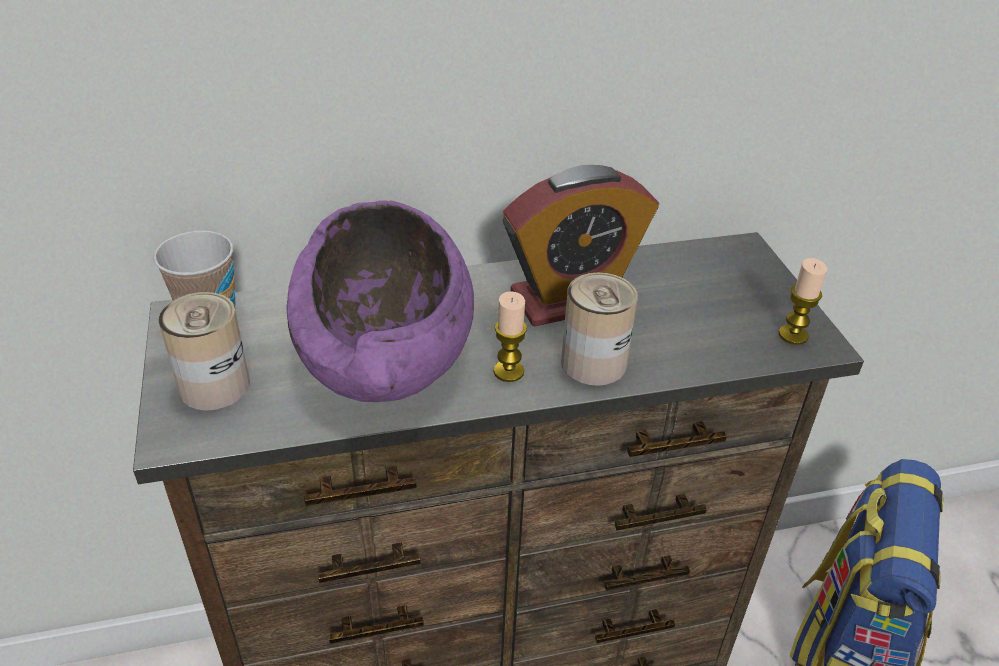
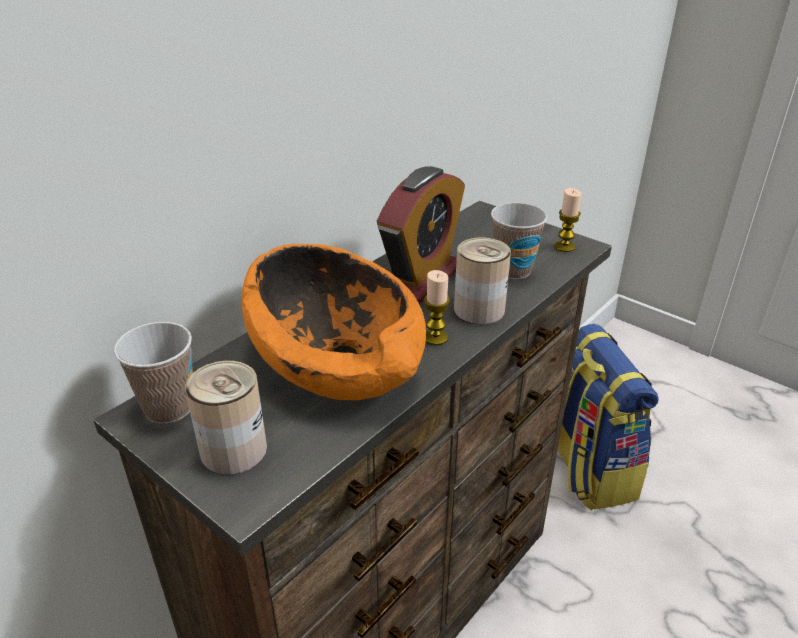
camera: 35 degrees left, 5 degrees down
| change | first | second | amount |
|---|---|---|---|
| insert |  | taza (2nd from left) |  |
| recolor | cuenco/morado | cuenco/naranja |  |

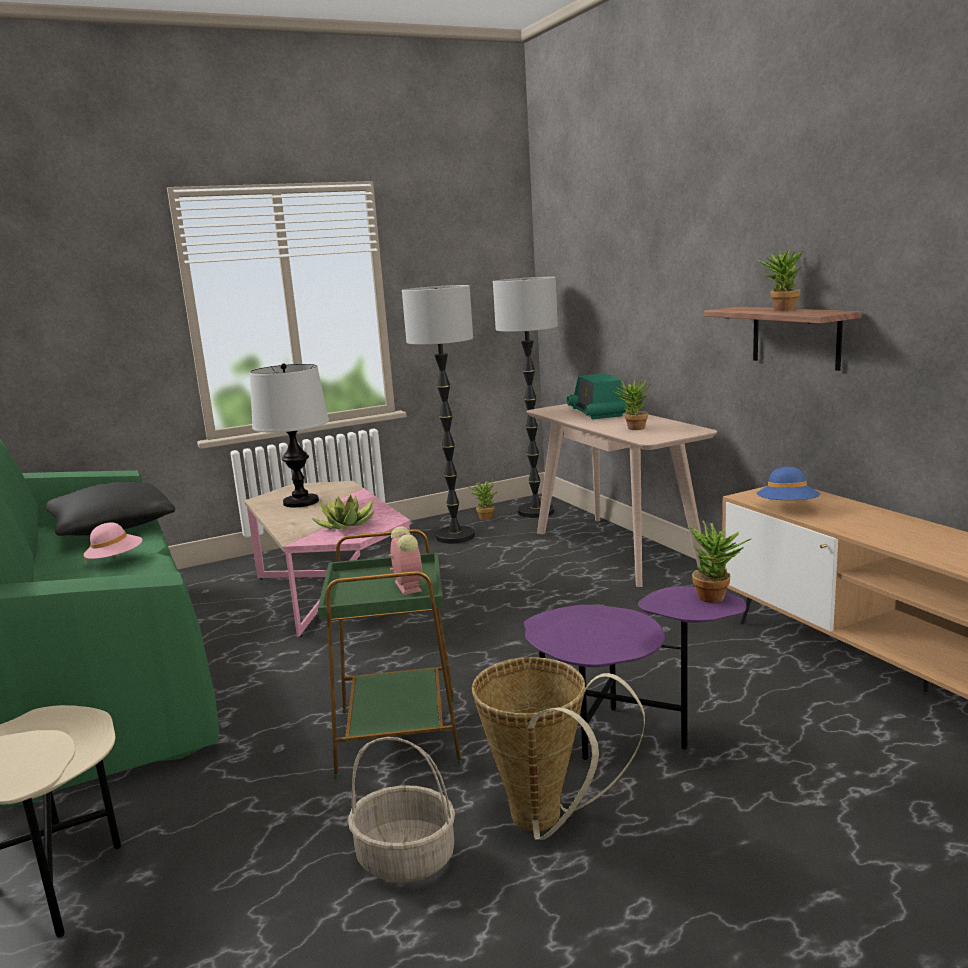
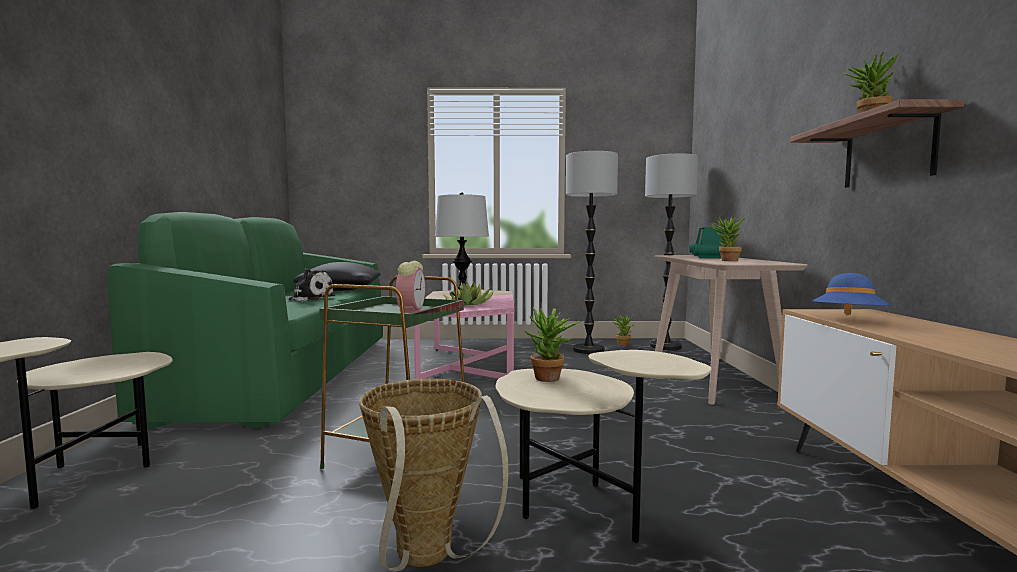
camera: 25 degrees right, 10 degrees down
| change | first | second | amount |
|---|---|---|---|
| delete | cesta (1st from left) |  |  |
| move | planta en maceta (4th from left in the first image) | planta en maceta (2nd from left) |  |
| replace | sombrero/rosa | peluche |  |
| recolor | mesa auxiliar/morado | mesa auxiliar/beis (2nd from left) |  |

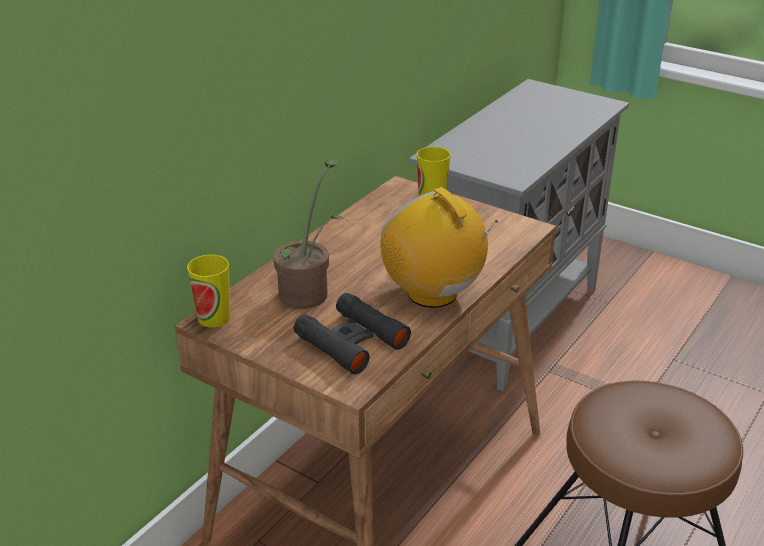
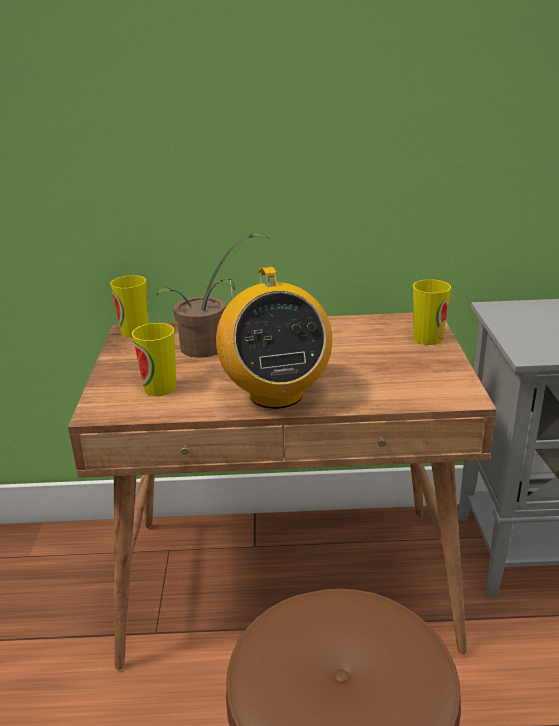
camera: 55 degrees right, 5 degrees down
| change | first | second | amount |
|---|---|---|---|
| replace | prismáticos/negro | taza (2nd from left) |  |
| rotate | radio |  | 150 degrees clockwise |

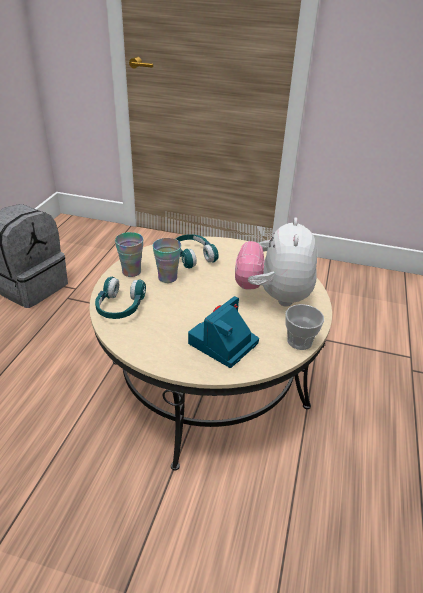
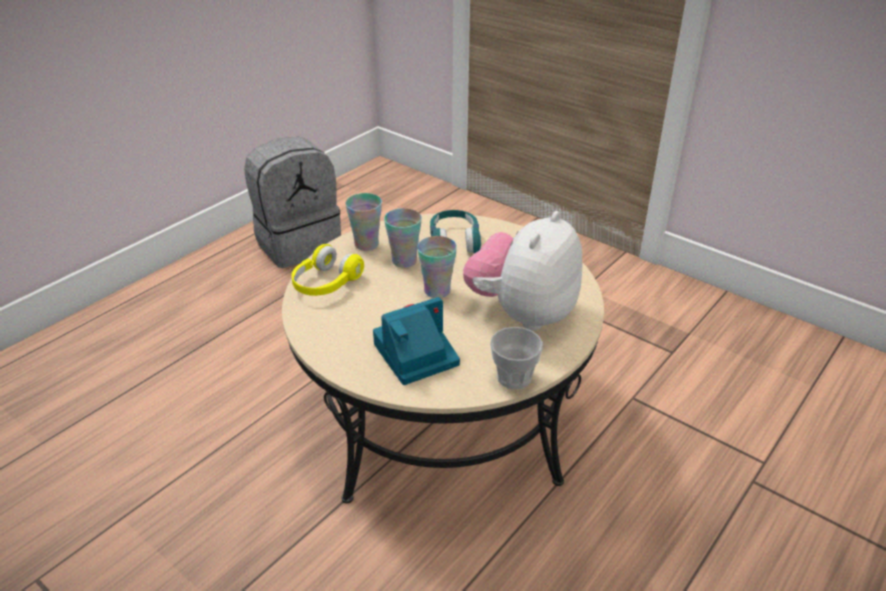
camera: 25 degrees right, 0 degrees up
| change | first | second | amount |
|---|---|---|---|
| insert |  | taza (3rd from left) |  |
| recolor | auriculares/turquesa (1st from left) | auriculares/amarillo |  |

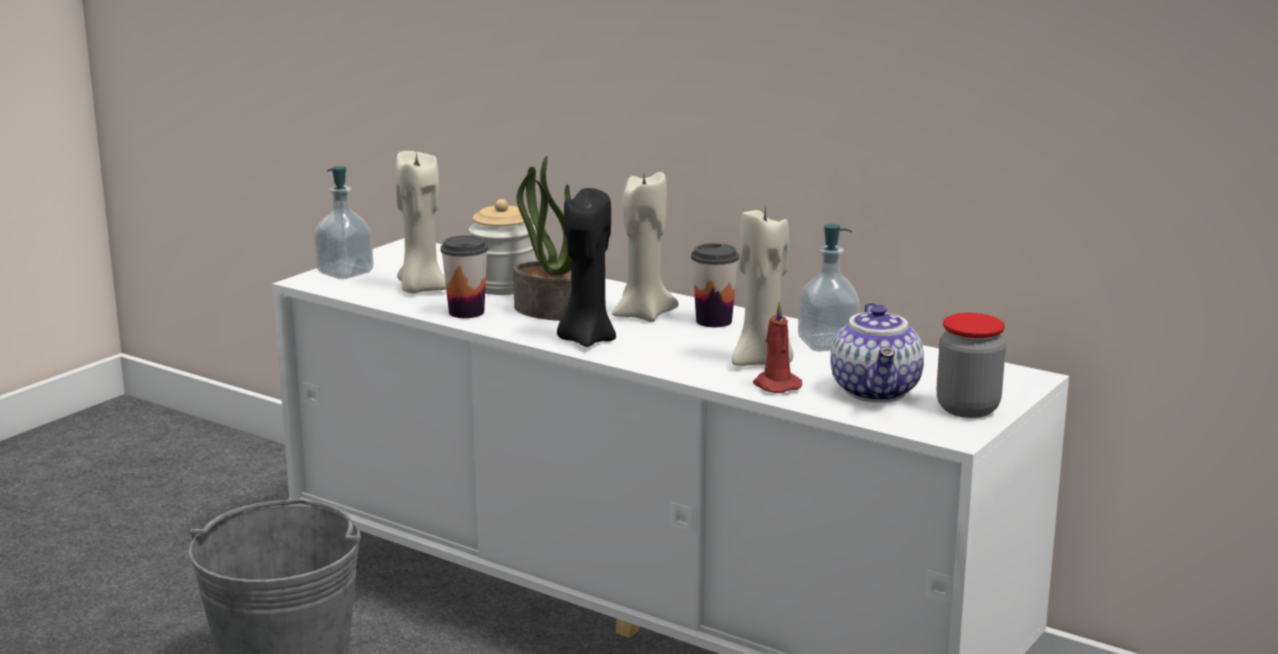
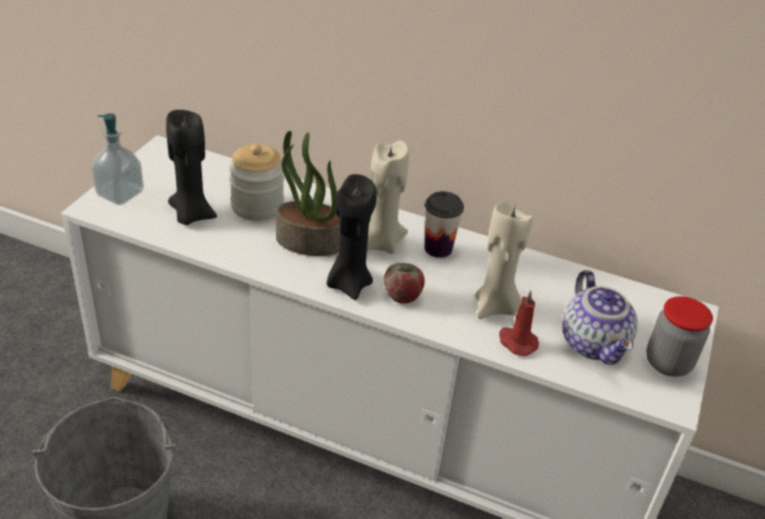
camera: 15 degrees left, 20 degrees up
| change | first | second | amount |
|---|---|---|---|
| delete | taza (1st from left) |  |  |
| delete | dispensador de jabón (2nd from left) |  |  |
| insert |  | manzana |  |
| recolor | vela/beis (1st from left) | vela/negro (1st from left) |  |

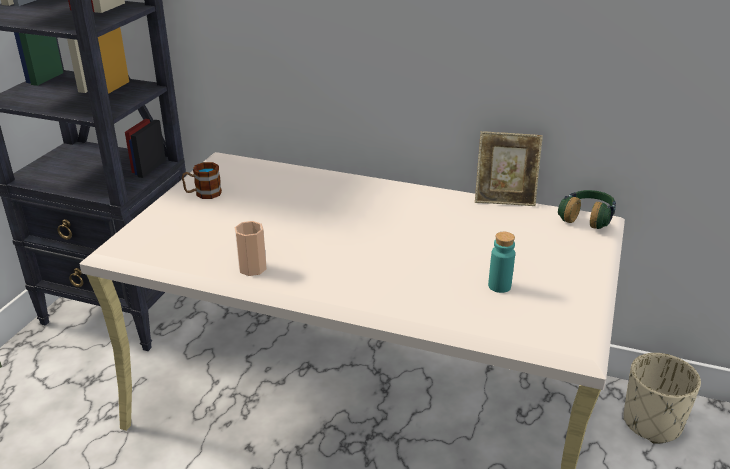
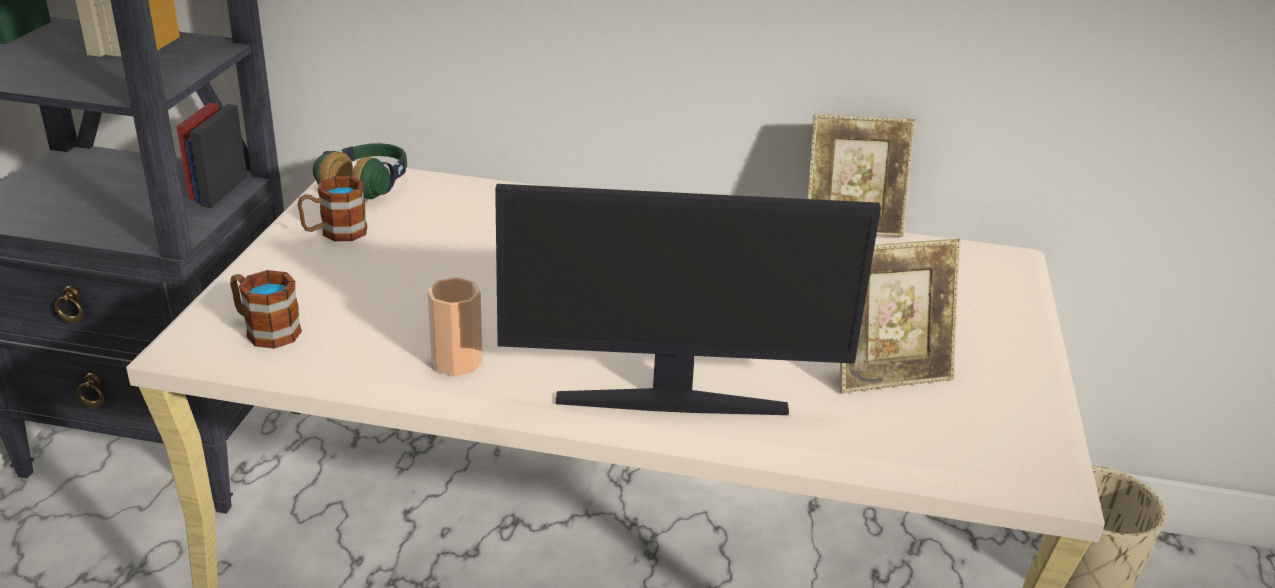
camera: 10 degrees left, 0 degrees up
| change | first | second | amount |
|---|---|---|---|
| insert |  | taza grande (1st from left) |  |
| insert |  | monitor |  |
| move | auriculares |  |  |
| replace | botella/turquesa | portarretratos (2nd from left) |  |

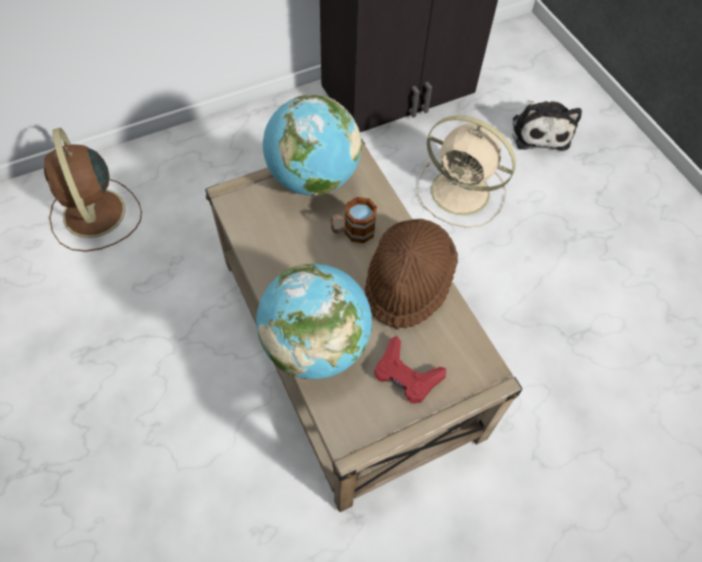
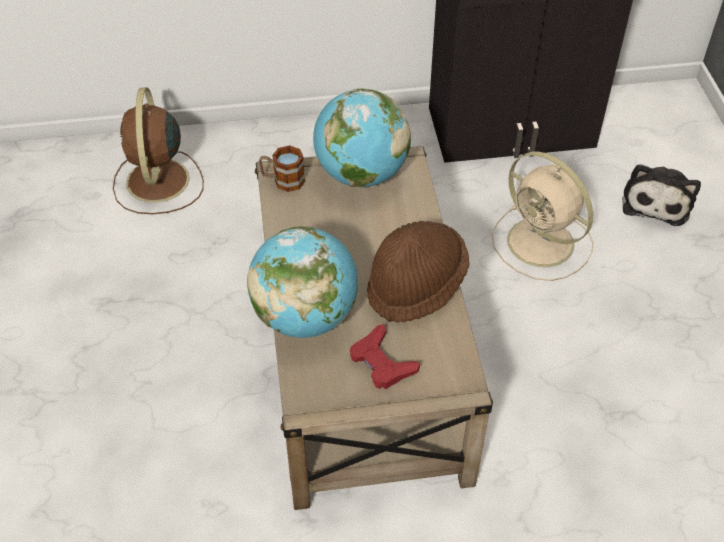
camera: 20 degrees right, 10 degrees down
| change | first | second | amount |
|---|---|---|---|
| move | taza grande |  |  |

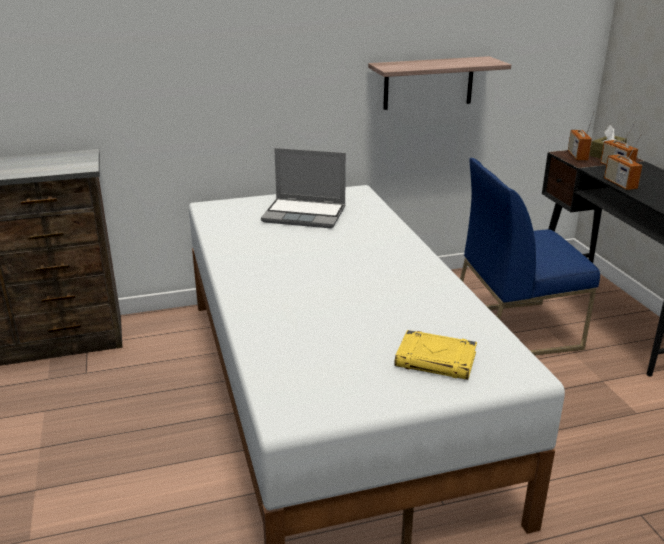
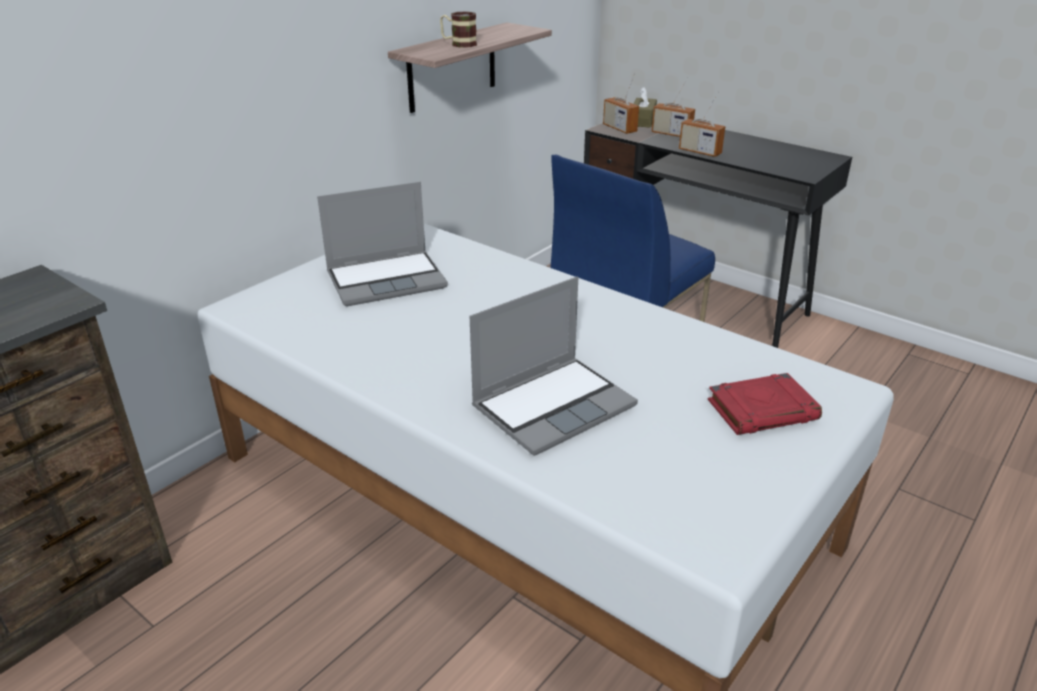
camera: 35 degrees left, 5 degrees up
| change | first | second | amount |
|---|---|---|---|
| insert |  | taza grande |  |
| insert |  | portátil (2nd from left) |  |
| recolor | libro/amarillo | libro/rojo |  |

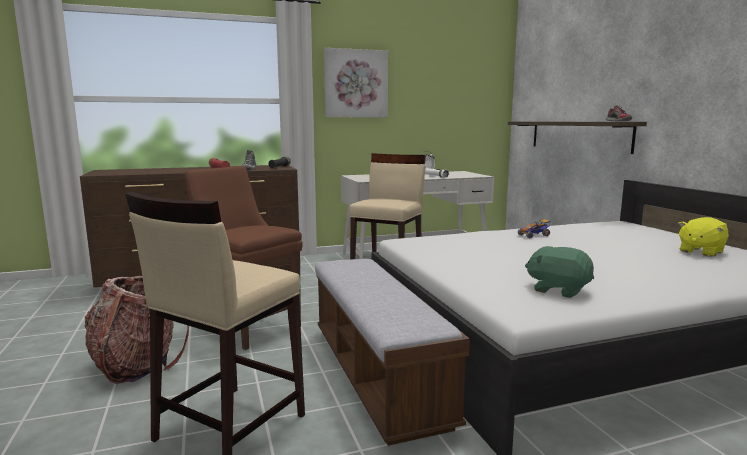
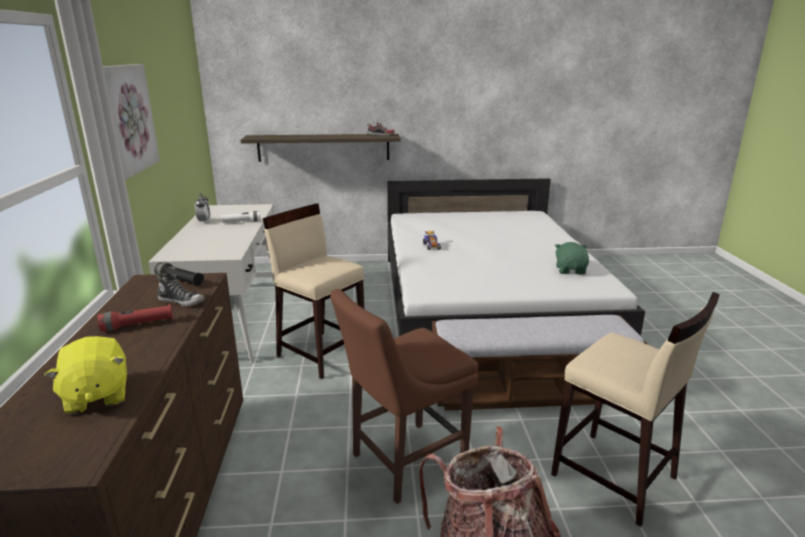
camera: 75 degrees left, 10 degrees up
| change | first | second | amount |
|---|---|---|---|
| move | peluche/amarillo |  |  |
| rotate | peluche/verde |  | 135 degrees clockwise |

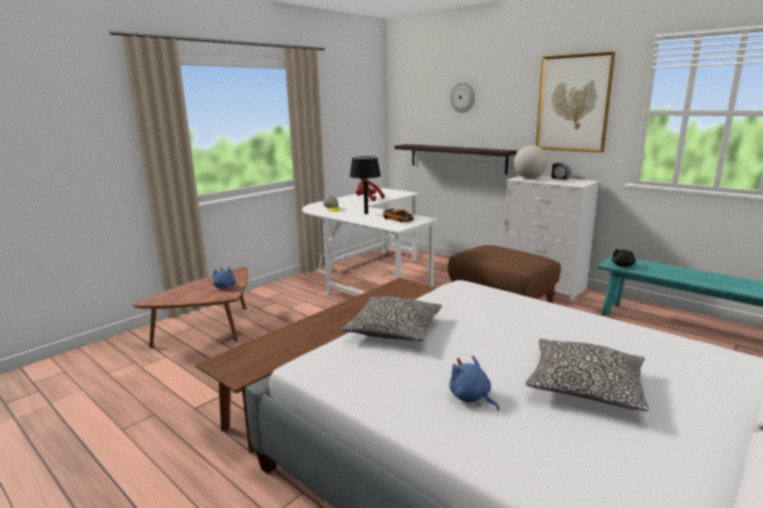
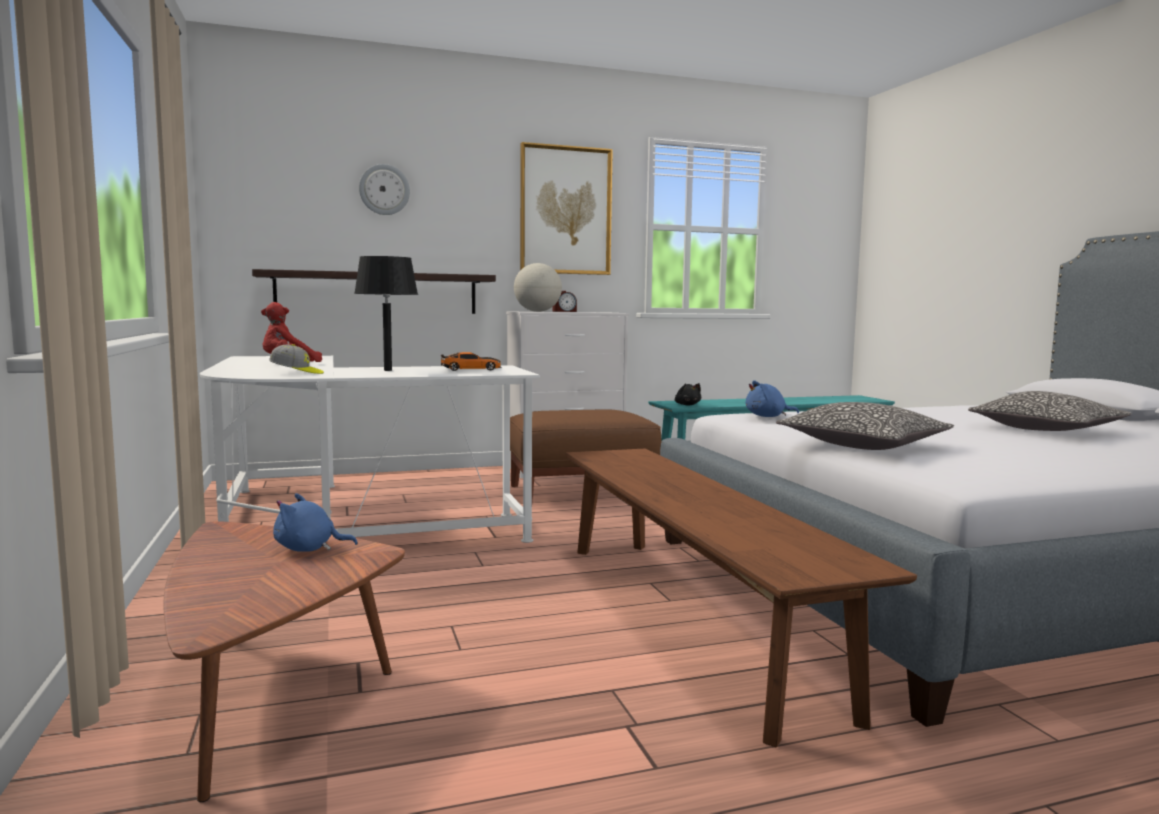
camera: 60 degrees left, 10 degrees down
| change | first | second | amount |
|---|---|---|---|
| move | peluche/azul (2nd from left) |  |  |

